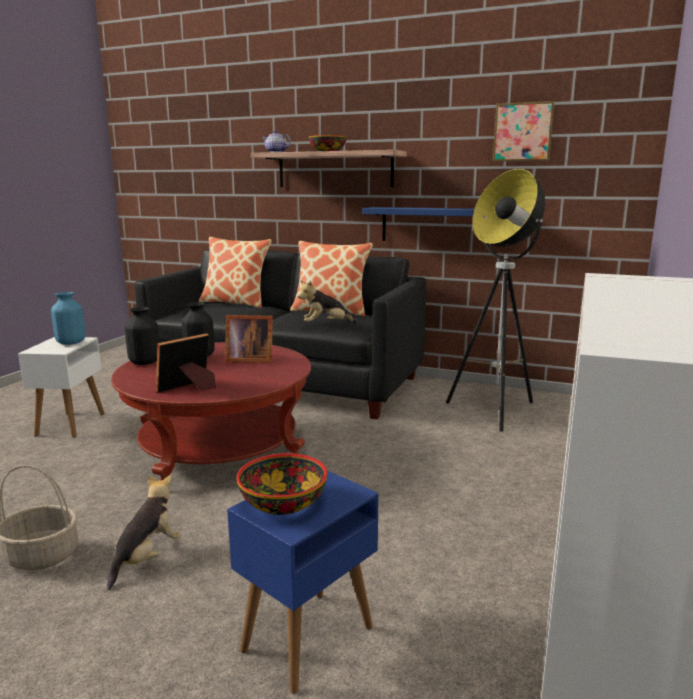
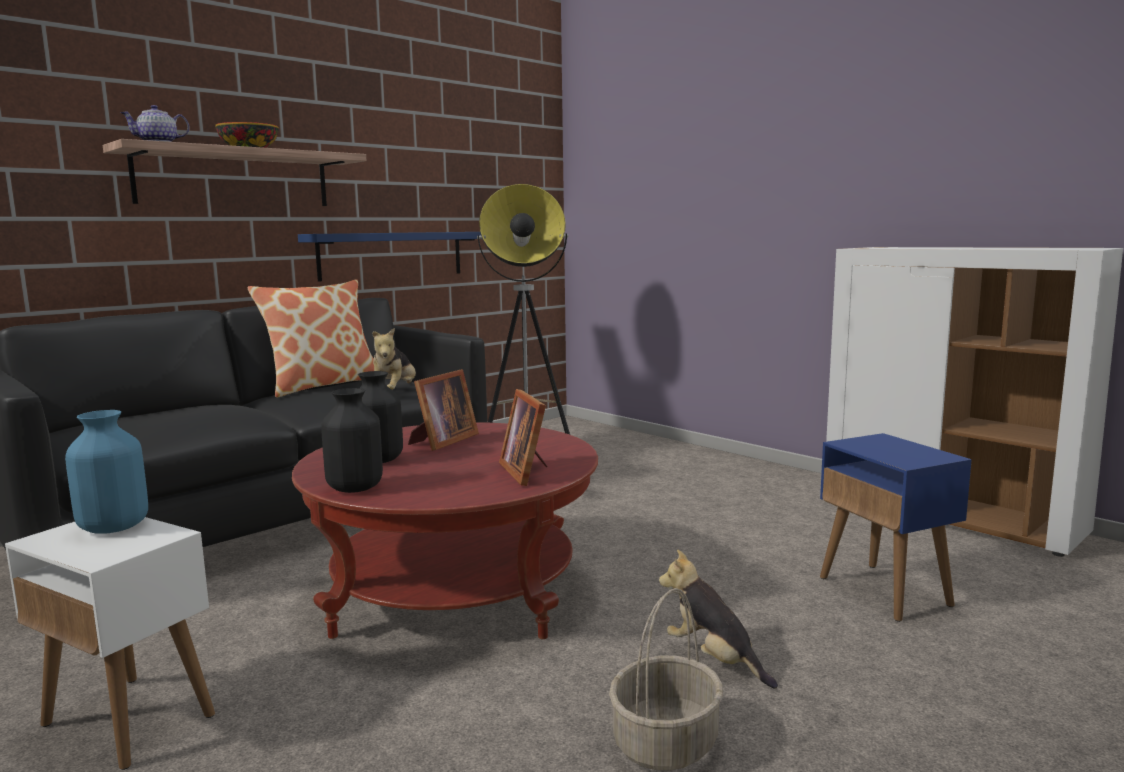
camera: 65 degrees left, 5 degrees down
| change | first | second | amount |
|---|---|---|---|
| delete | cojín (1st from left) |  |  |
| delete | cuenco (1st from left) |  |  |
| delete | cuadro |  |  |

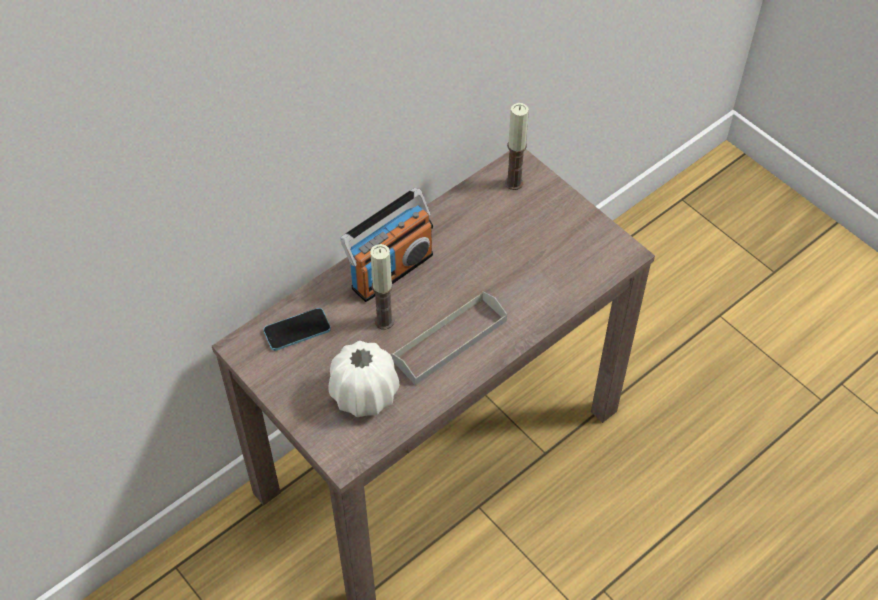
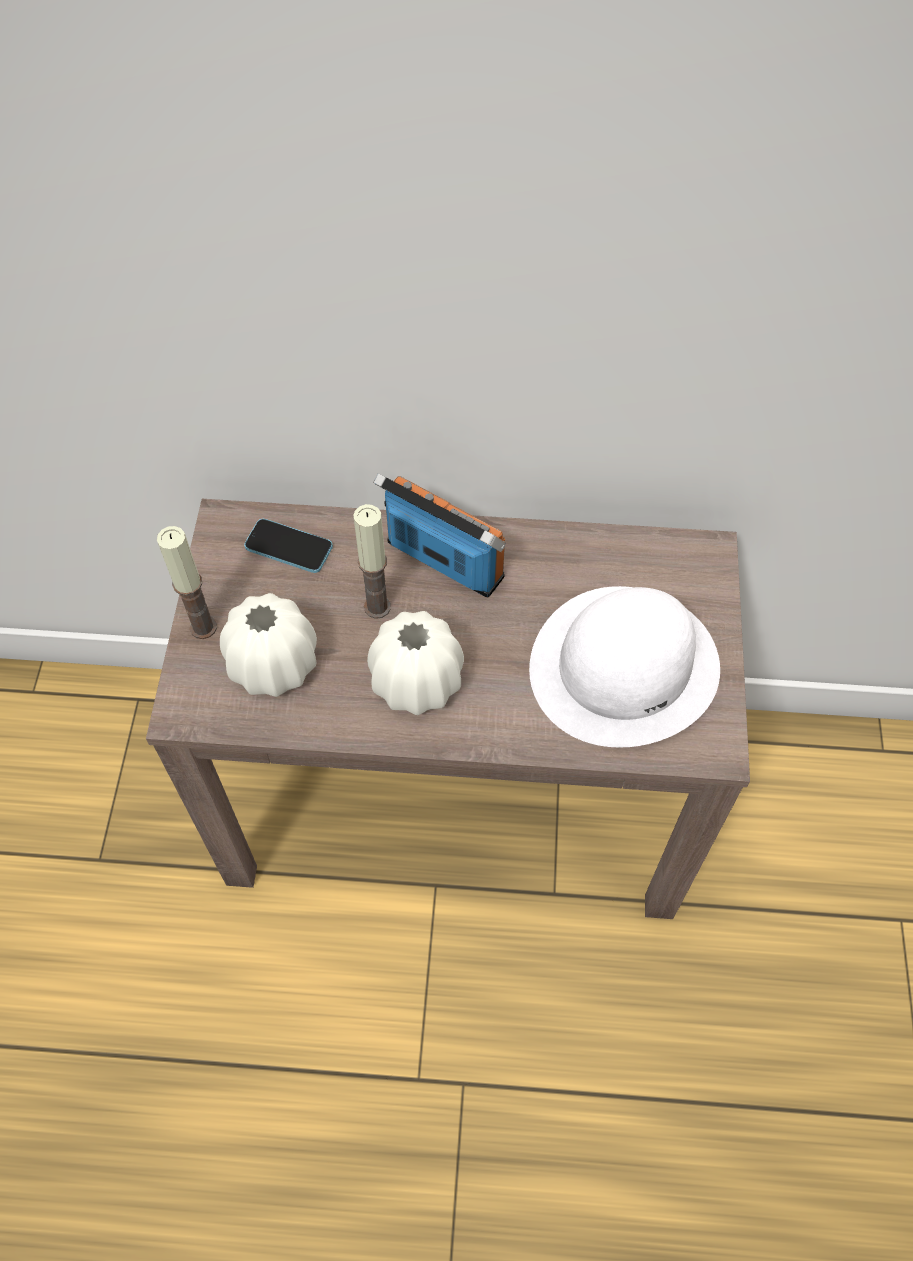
camera: 45 degrees right, 5 degrees up
| change | first | second | amount |
|---|---|---|---|
| insert |  | sombrero/blanco |  |
| move | vela (2nd from left in the first image) | vela (1st from left) |  |
| replace | bandeja/gris | florero/blanco (2nd from left) |  |
| rotate | radio |  | 150 degrees counterclockwise |

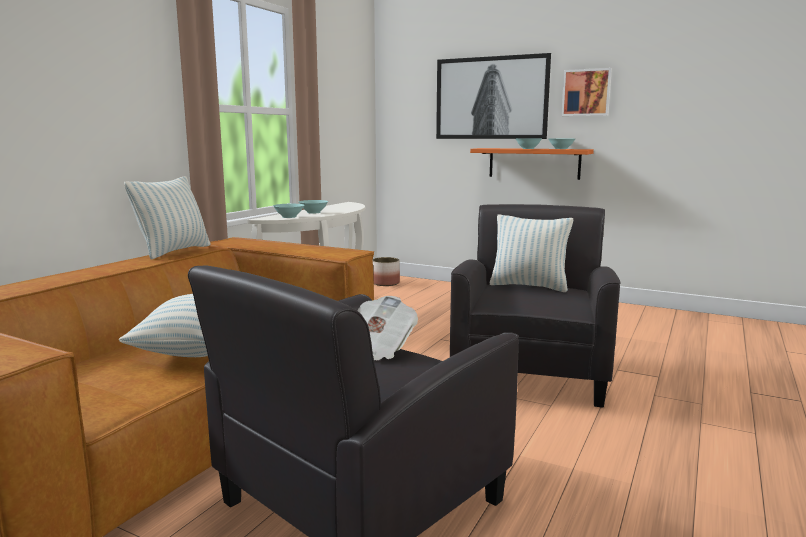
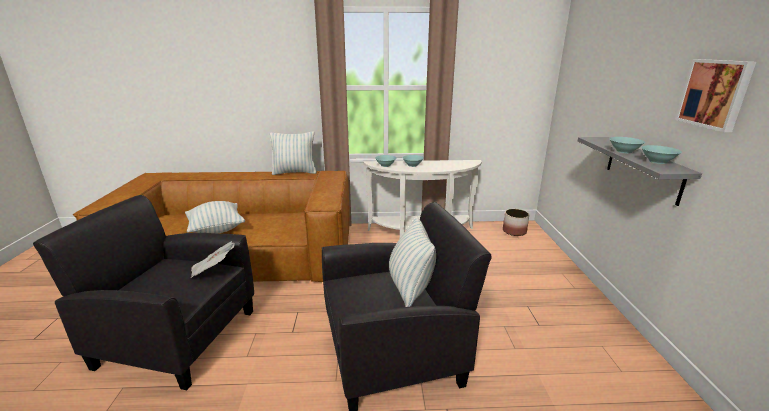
camera: 60 degrees right, 10 degrees up
| change | first | second | amount |
|---|---|---|---|
| delete | cuadro (1st from left) |  |  |
| recolor | estante/naranja | estante/gris |  |

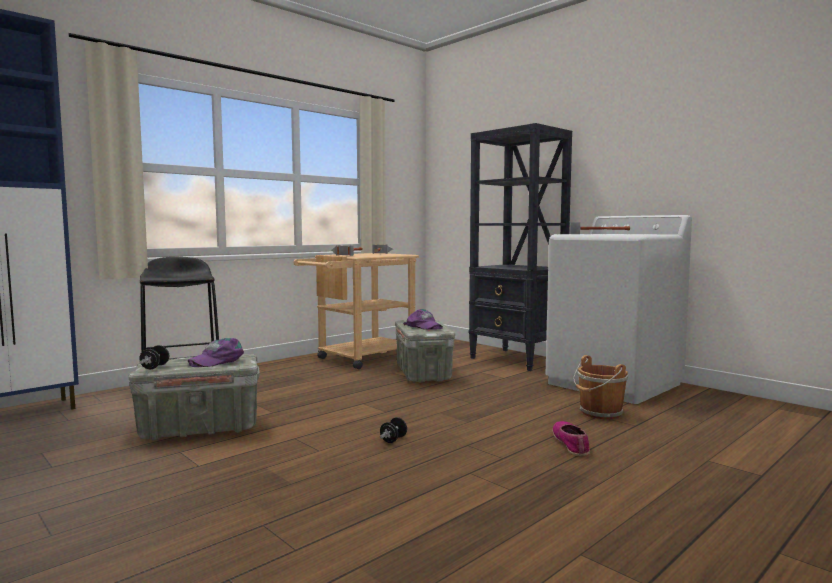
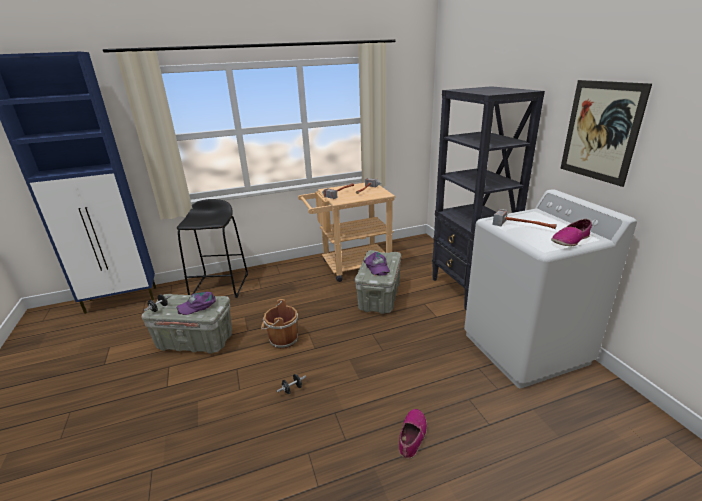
camera: 25 degrees right, 20 degrees up
| change | first | second | amount |
|---|---|---|---|
| insert |  | zapato (2nd from left) |  |
| insert |  | cuadro |  |
| move | cubo/marrón |  |  |

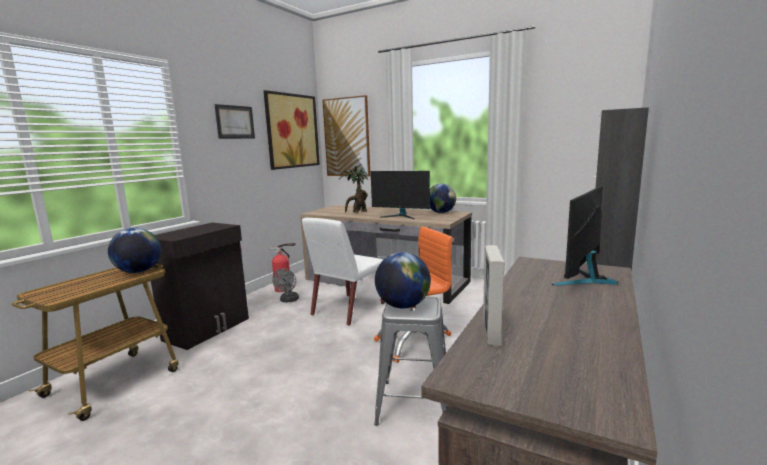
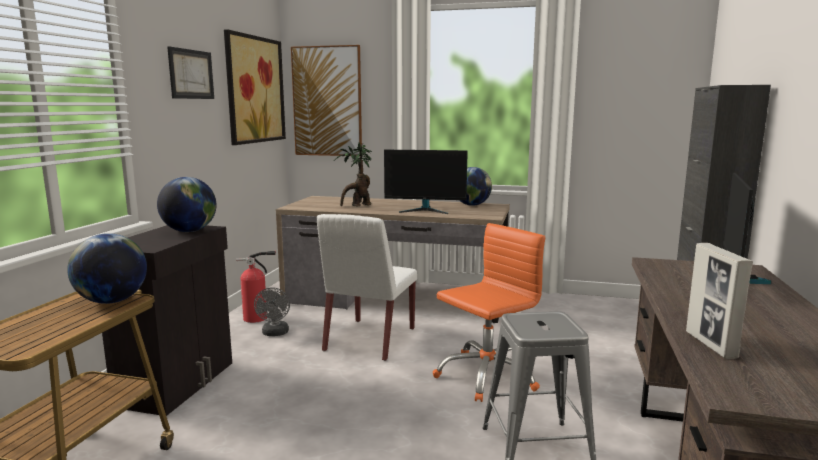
camera: 15 degrees left, 0 degrees up
| change | first | second | amount |
|---|---|---|---|
| move | globo terráqueo (2nd from left) |  |  |

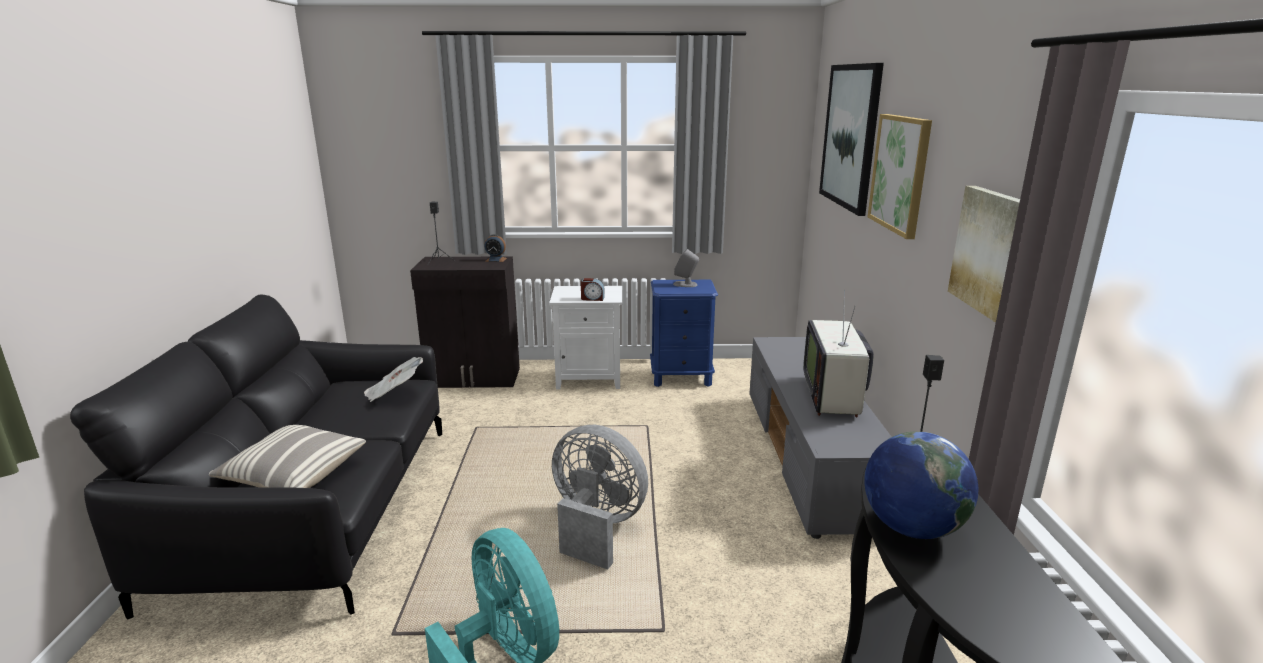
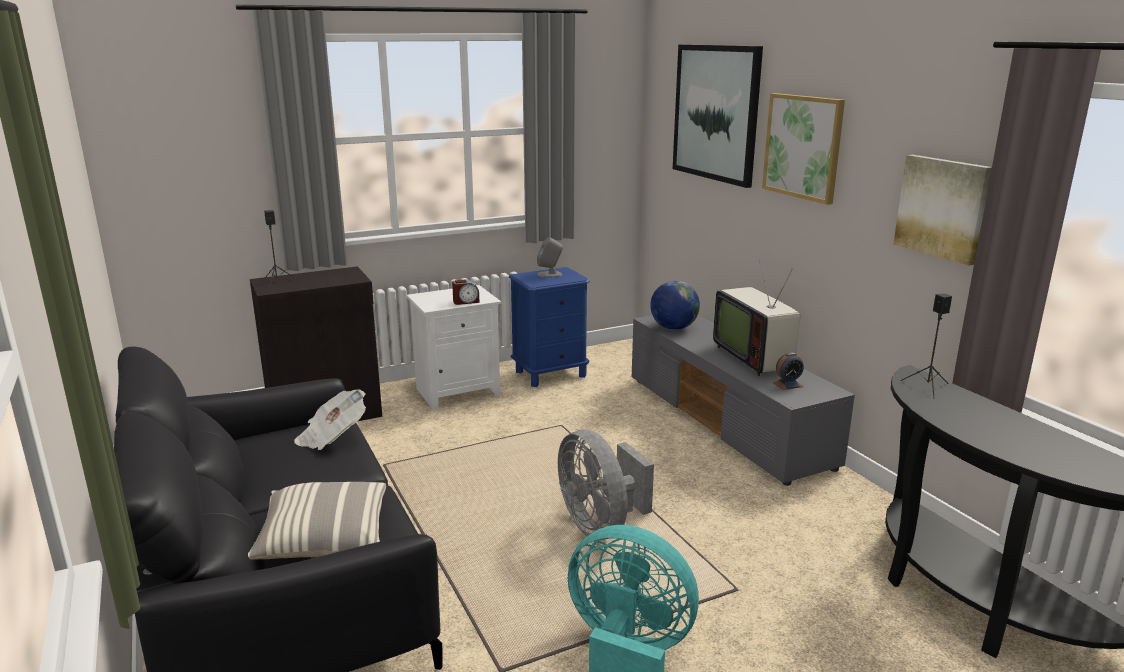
camera: 25 degrees left, 0 degrees up
| change | first | second | amount |
|---|---|---|---|
| move | despertador (1st from left in the first image) | despertador (2nd from left) |  |
| move | globo terráqueo |  |  |
| rotate | ventilador/gris |  | 120 degrees counterclockwise |

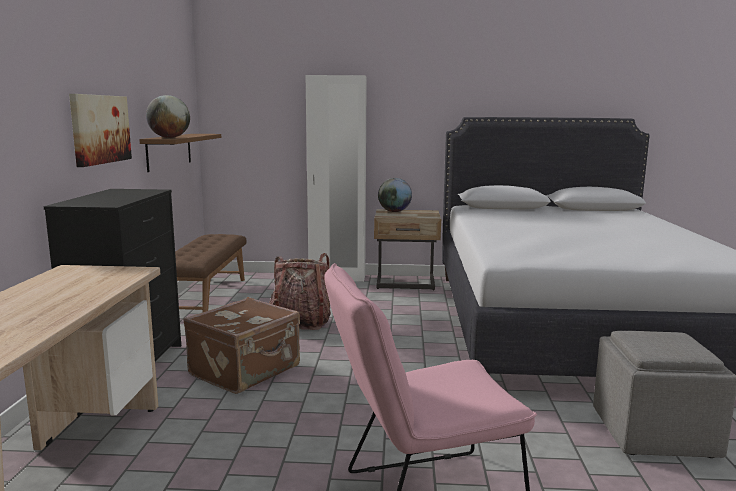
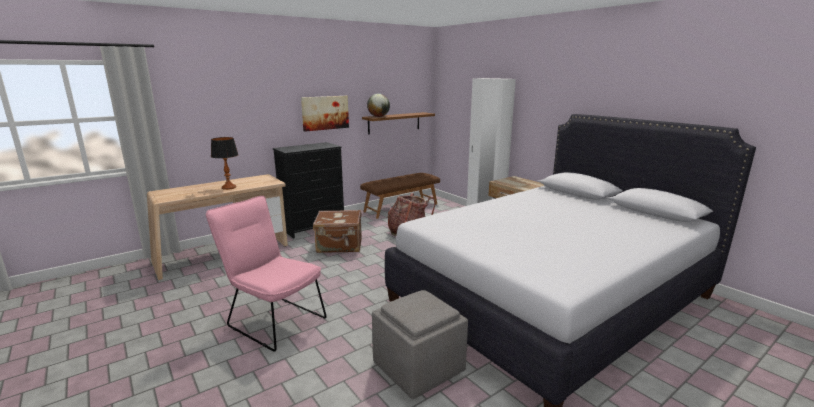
camera: 50 degrees right, 5 degrees up
| change | first | second | amount |
|---|---|---|---|
| delete | globo terráqueo (2nd from left) |  |  |
| insert |  | lámpara de mesa |  |

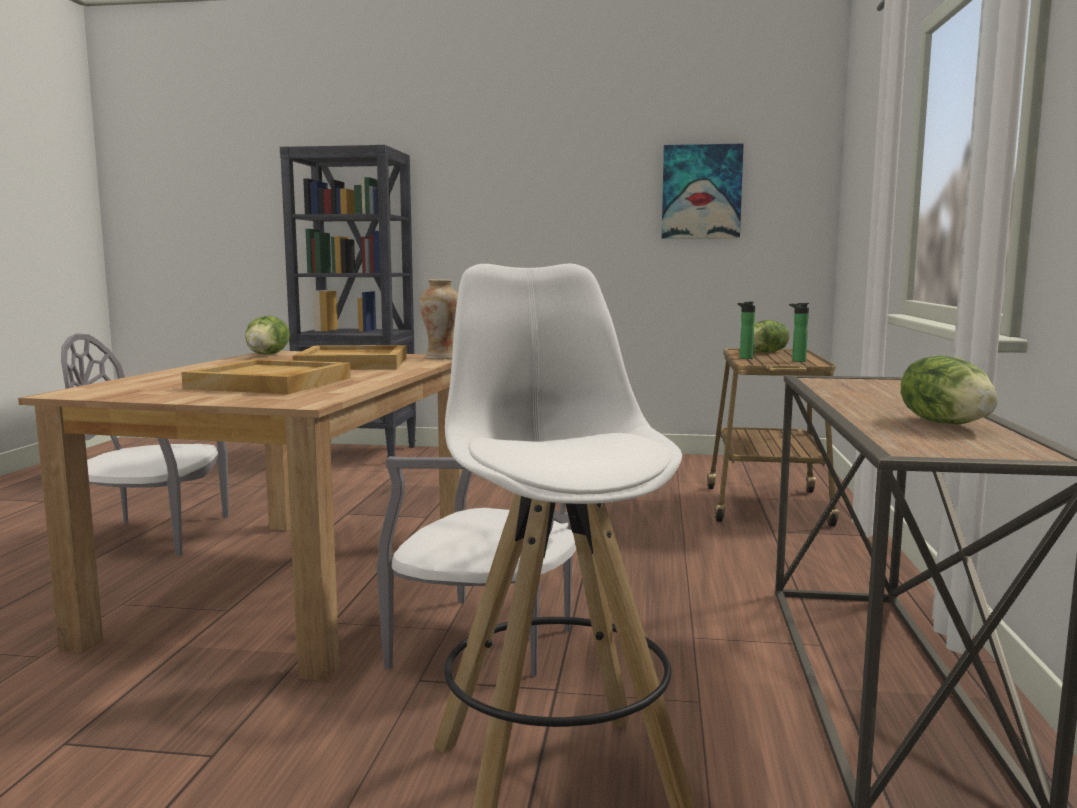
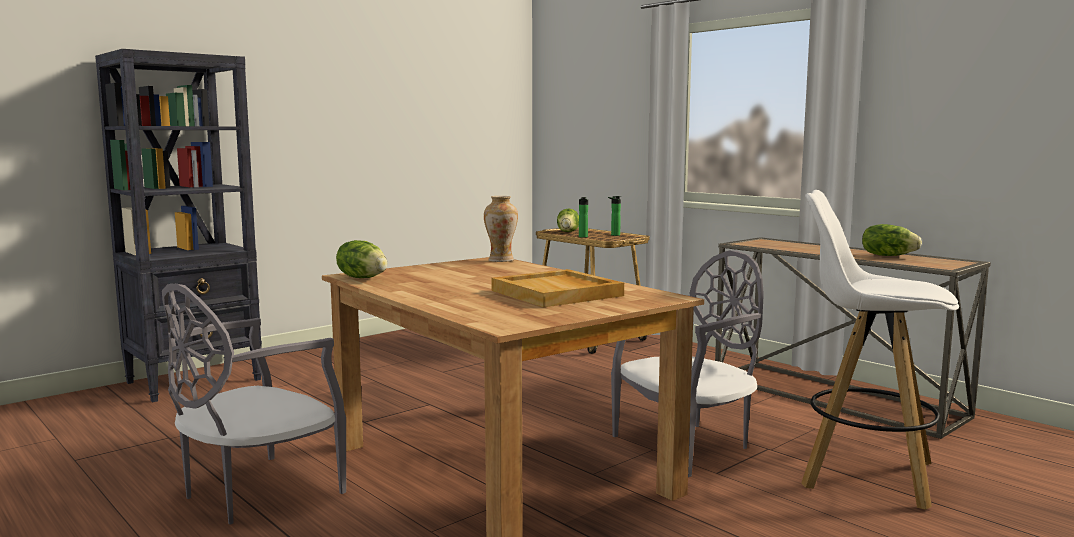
camera: 50 degrees left, 0 degrees up
| change | first | second | amount |
|---|---|---|---|
| delete | bandeja/beis (2nd from left) |  |  |
| delete | cuadro |  |  |

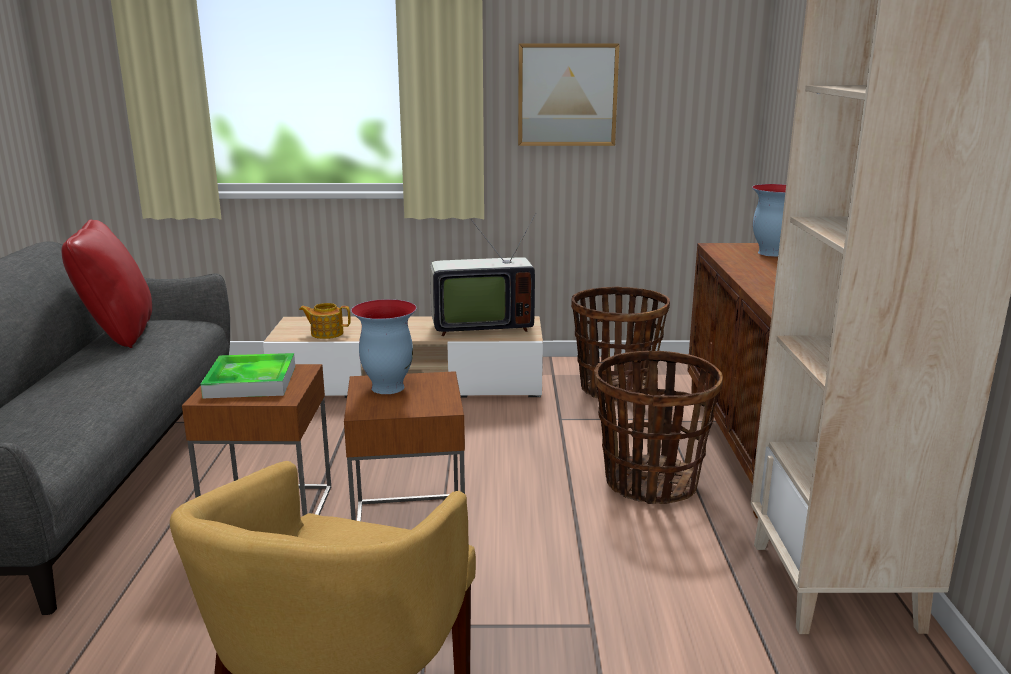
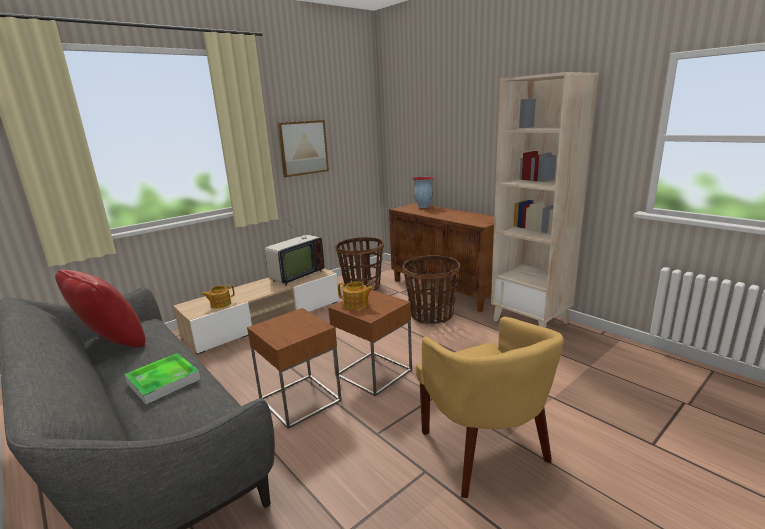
camera: 40 degrees left, 0 degrees up
| change | first | second | amount |
|---|---|---|---|
| move | bandeja |  |  |
| replace | florero (1st from left) | tetera (2nd from left) |  |

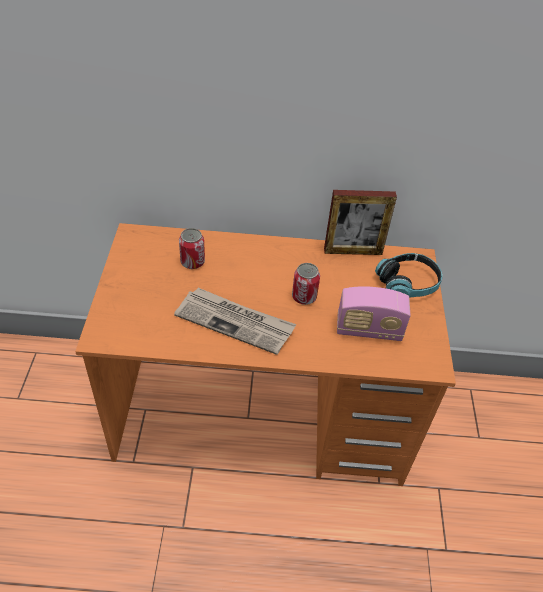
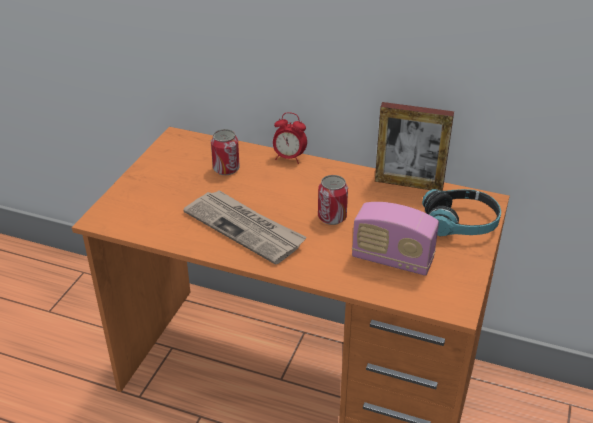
camera: 20 degrees right, 10 degrees down
| change | first | second | amount |
|---|---|---|---|
| insert |  | despertador |  |

